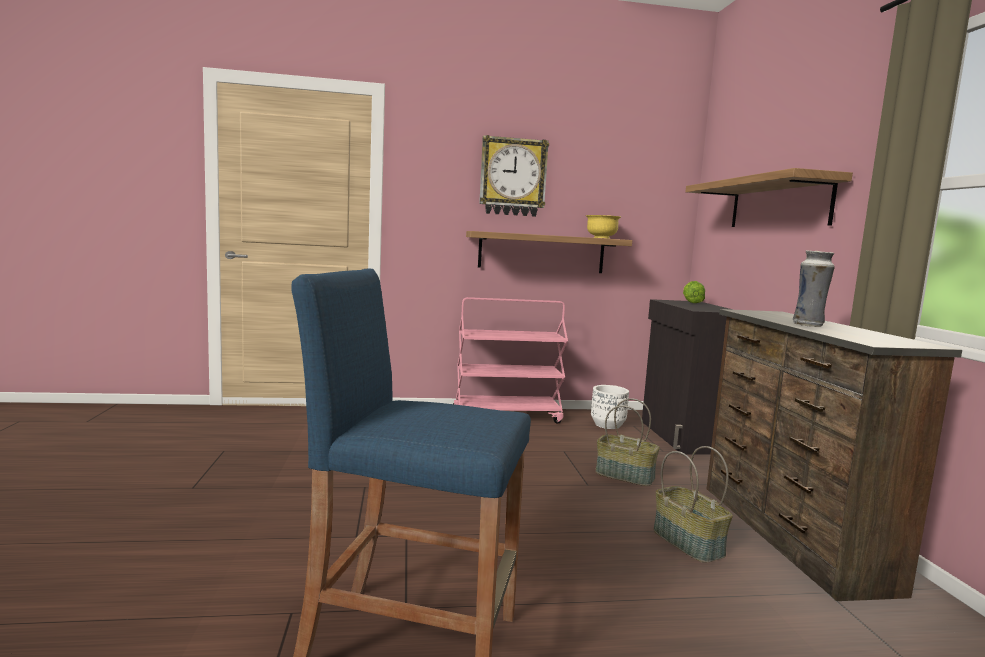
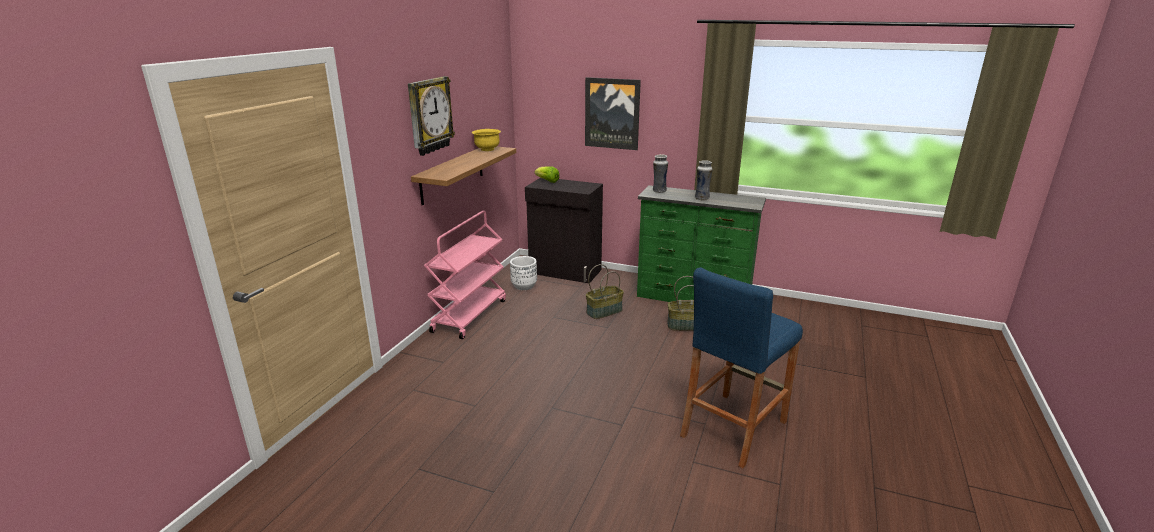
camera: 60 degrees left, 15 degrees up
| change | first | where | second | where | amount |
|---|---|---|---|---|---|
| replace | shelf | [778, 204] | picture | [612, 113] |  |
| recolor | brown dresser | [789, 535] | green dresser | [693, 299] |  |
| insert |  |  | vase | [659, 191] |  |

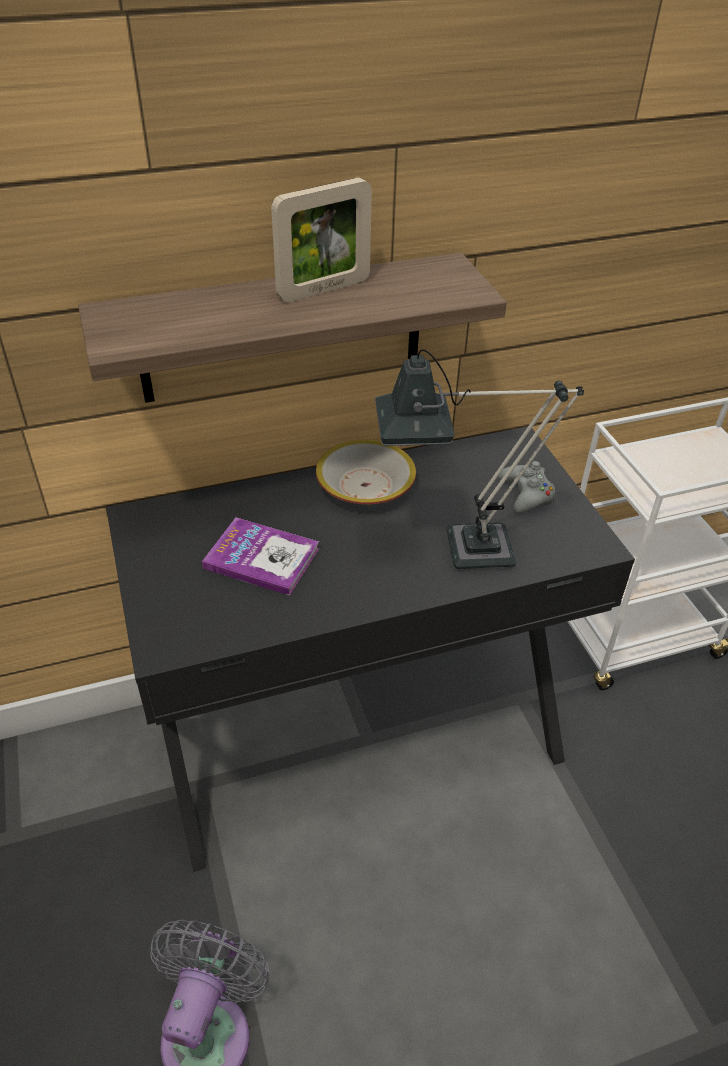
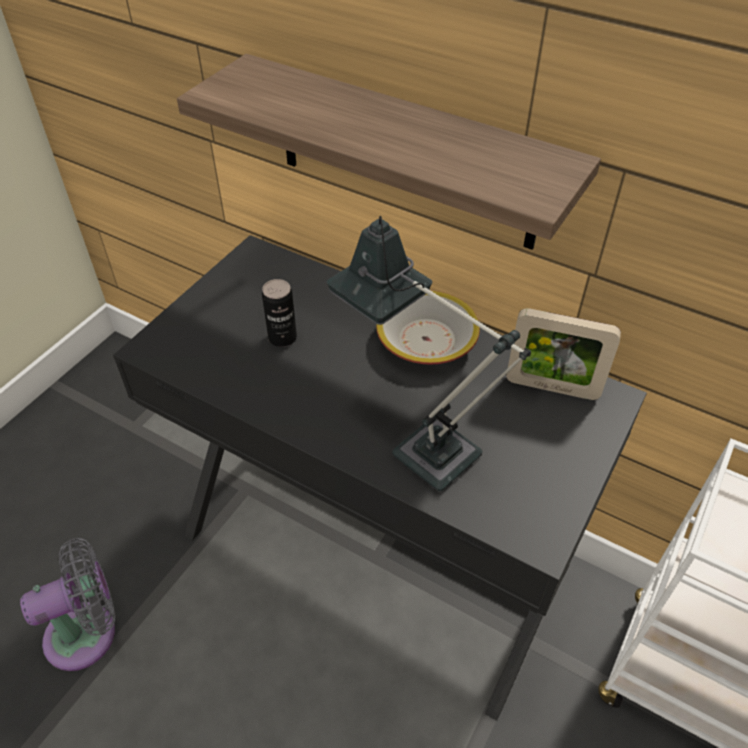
camera: 50 degrees right, 5 degrees up
| change | first | where | second | where | amount |
|---|---|---|---|---|---|
| move | picture frame | [324, 289] |  | [552, 387] |  |
| delete | grey game controller | [526, 494] |  |  |  |
| replace | book | [261, 558] | can | [282, 338] |  |

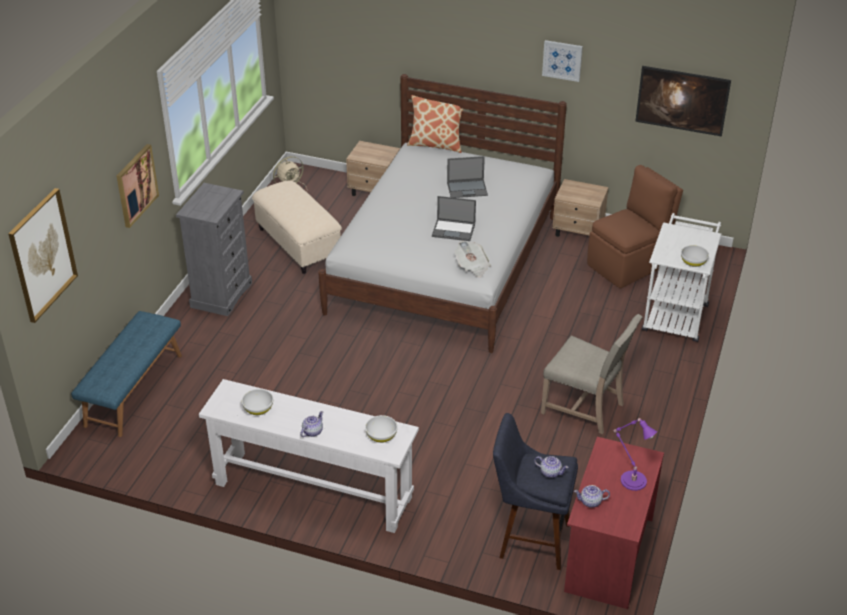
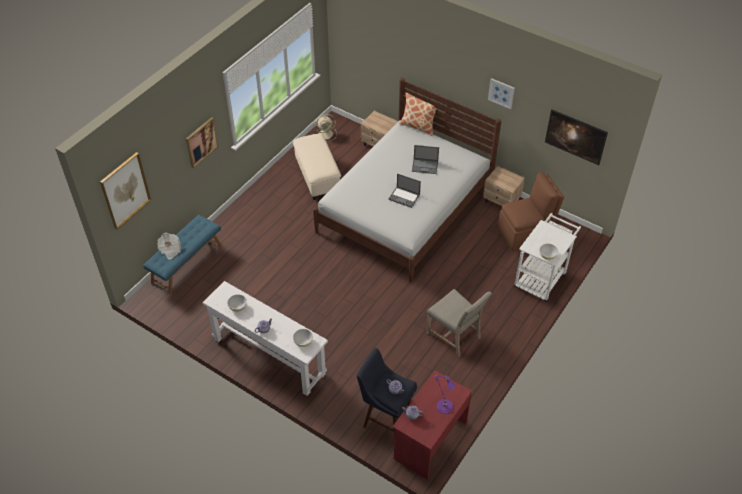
camera: 15 degrees right, 10 degrees up
| change | first | where | second | where | amount |
|---|---|---|---|---|---|
| delete | grey dresser | [221, 295] |  |  |  |
| move | newspaper | [472, 266] |  | [170, 250] |  |

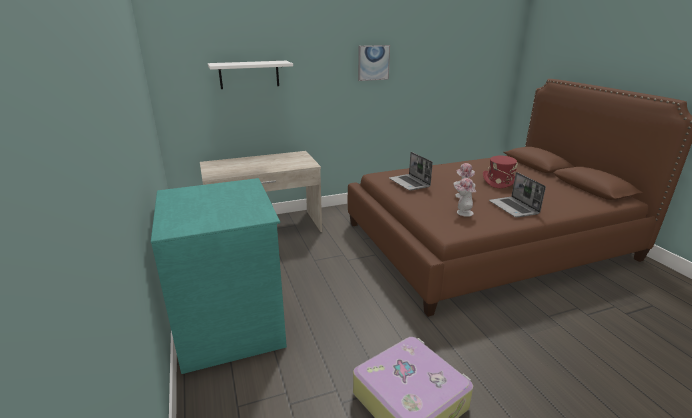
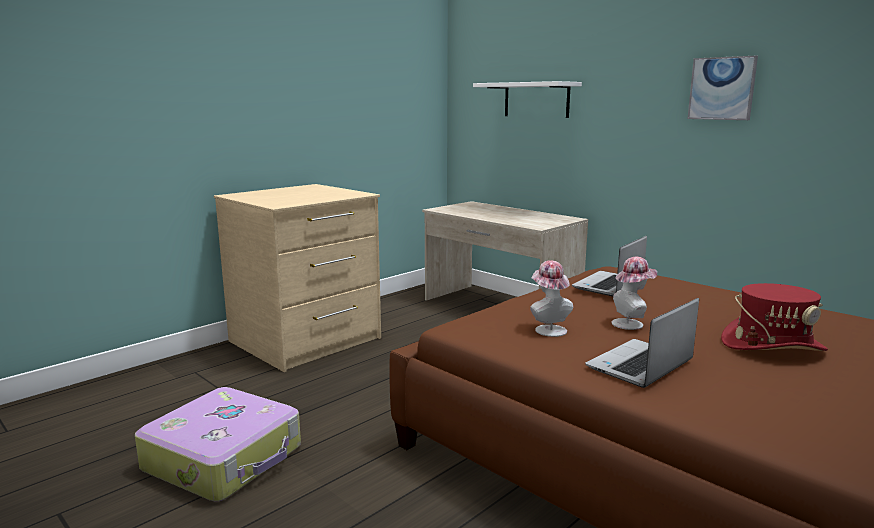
camera: 65 degrees right, 10 degrees down
| change | first | where | second | where | amount |
|---|---|---|---|---|---|
| recolor | turquoise dresser | [232, 324] | beige dresser | [306, 340] |  |

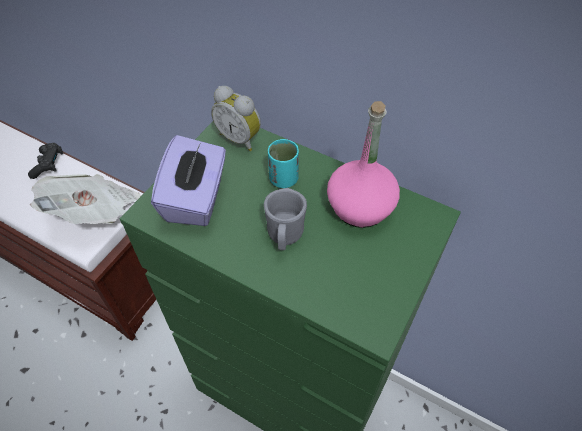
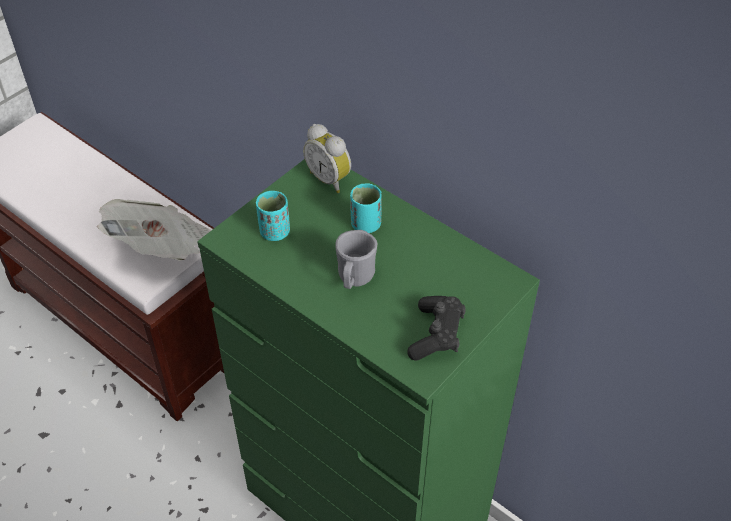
camera: 10 degrees right, 5 degrees down
| change | first | where | second | where | amount |
|---|---|---|---|---|---|
| delete | pink bottle | [360, 207] |  |  |  |
| replace | purple tissue box | [196, 198] | turquoise cup | [274, 232] |  |
| move | black game controller | [48, 165] |  | [436, 335] |  |

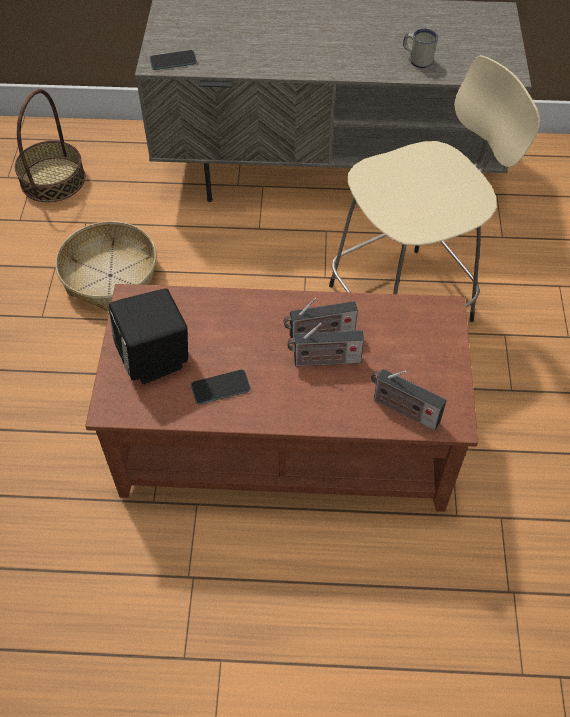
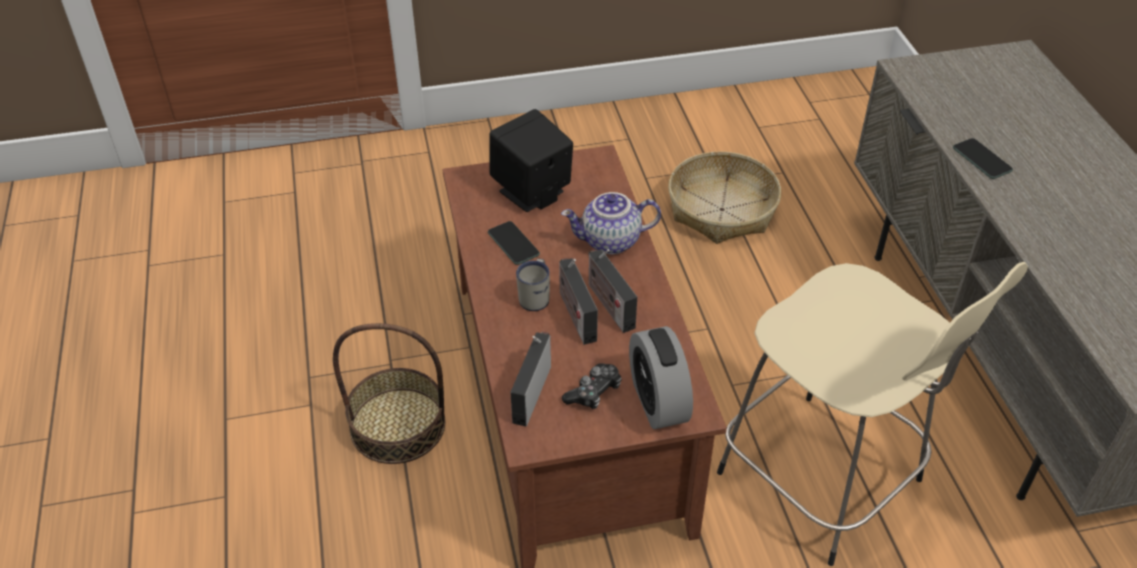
camera: 75 degrees right, 10 degrees down
| change | first | where | second | where | amount |
|---|---|---|---|---|---|
| move | white mug | [417, 60] |  | [536, 296] |  |
| move | phone | [173, 61] |  | [982, 159] |  |
| move | basket | [52, 179] |  | [398, 425] |  |
| insert |  |  | teapot | [610, 242] |  |
| insert |  |  | alarm clock | [658, 401] |  |
| insert |  |  | game controller | [594, 392] |  |

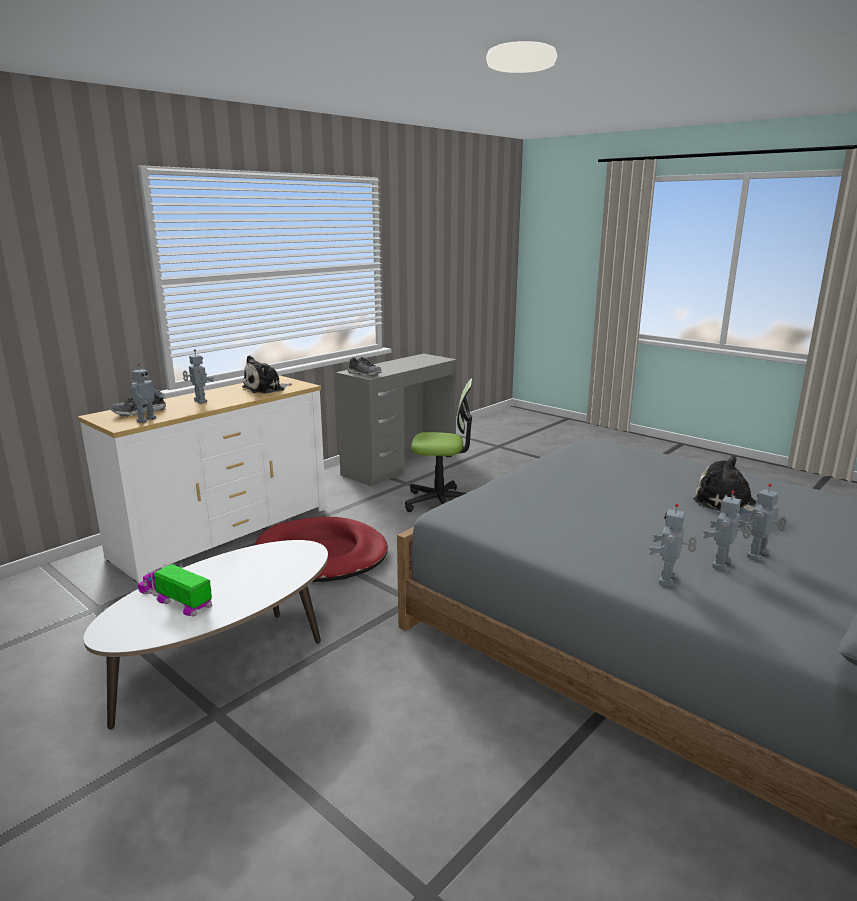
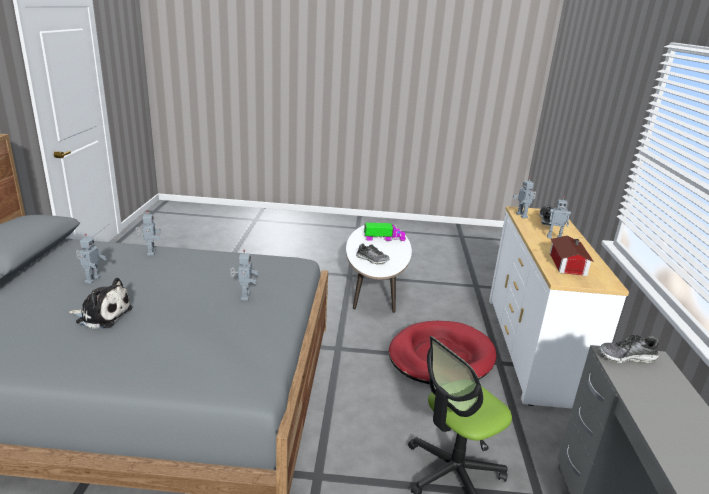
camera: 140 degrees right, 5 degrees up
| change | first | where | second | where | amount |
|---|---|---|---|---|---|
| replace | plush toy | [266, 389] | toy house | [566, 264] |  |
| move | toy robot | [722, 565] |  | [244, 296] |  |
| insert |  |  | shoe | [372, 260] |  |

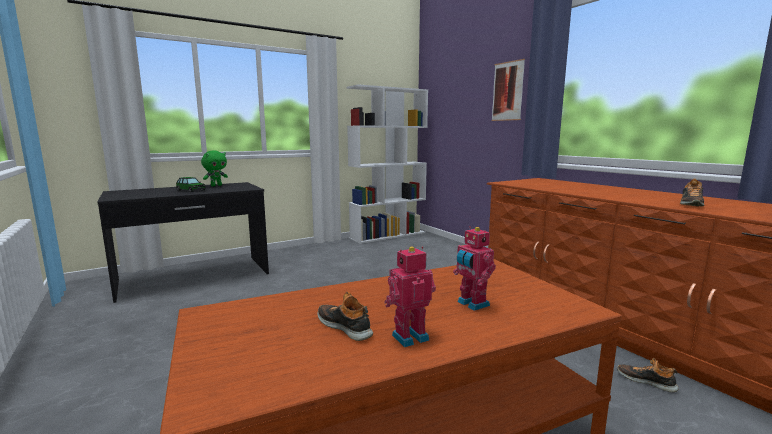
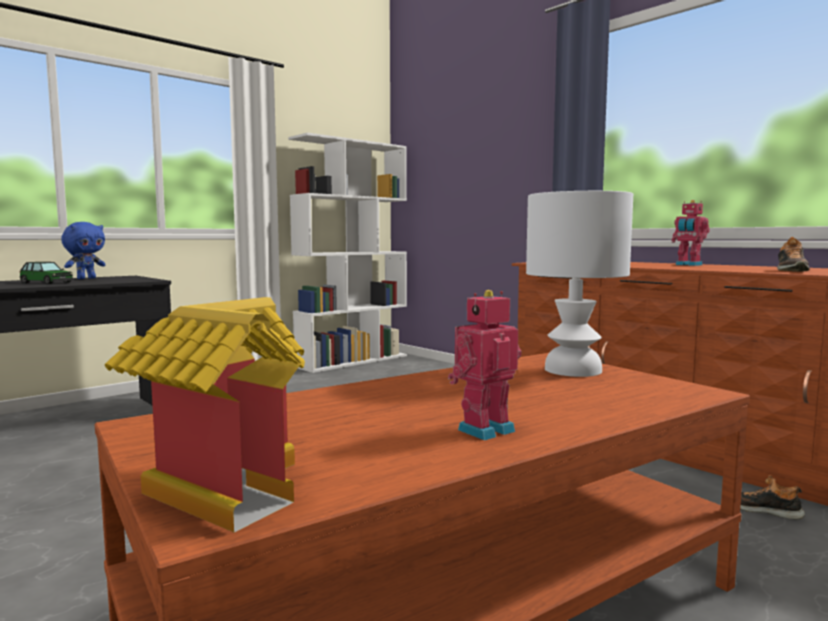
camera: 10 degrees left, 5 degrees down
| change | first | where | second | where | amount |
|---|---|---|---|---|---|
| delete | picture | [507, 91] |  |  |  |
| recolor | green plush toy | [216, 185] | blue plush toy | [86, 278] |  |
| move | toy robot | [471, 304] |  | [688, 265] |  |
| delete | shoe | [345, 327] |  |  |  |
| insert |  |  | white table lamp | [574, 370] |  |
| insert |  |  | toy house | [220, 485] |  |

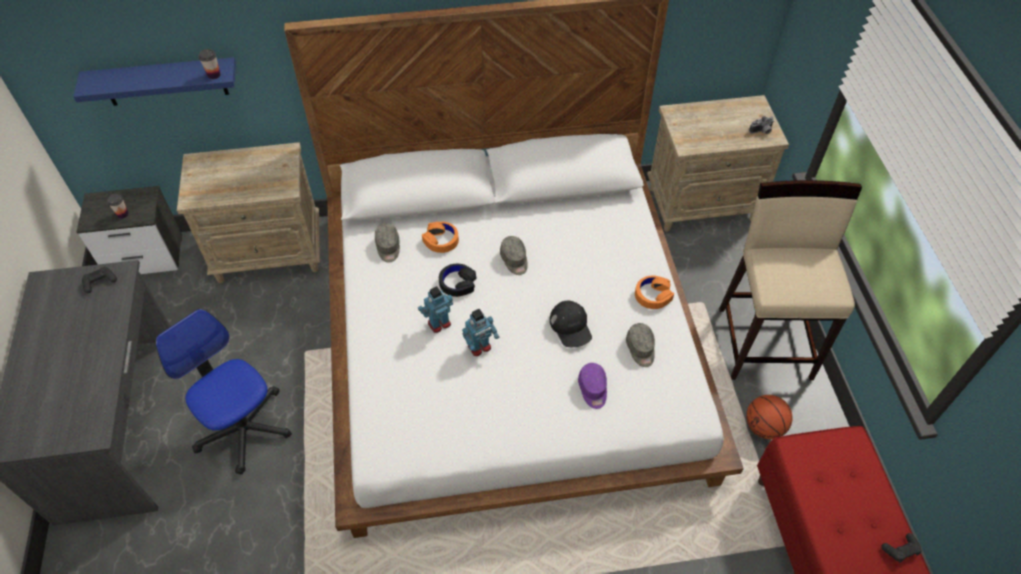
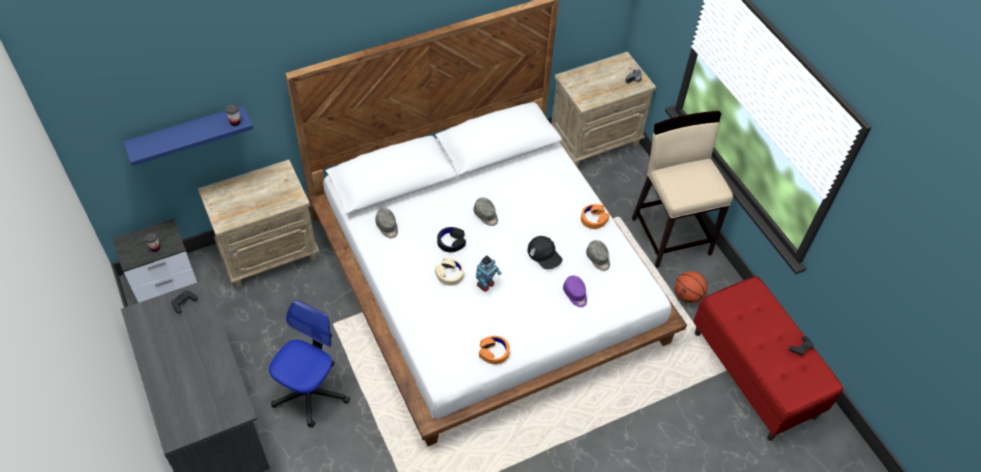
camera: 20 degrees left, 0 degrees up
| change | first | where | second | where | amount |
|---|---|---|---|---|---|
| move | orange headphones | [441, 240] |  | [494, 352] |  |
| replace | toy robot | [439, 323] | beige headphones | [449, 274] |  |
| rotate | office chair | [244, 428] |  | [310, 392] | 90 degrees clockwise |

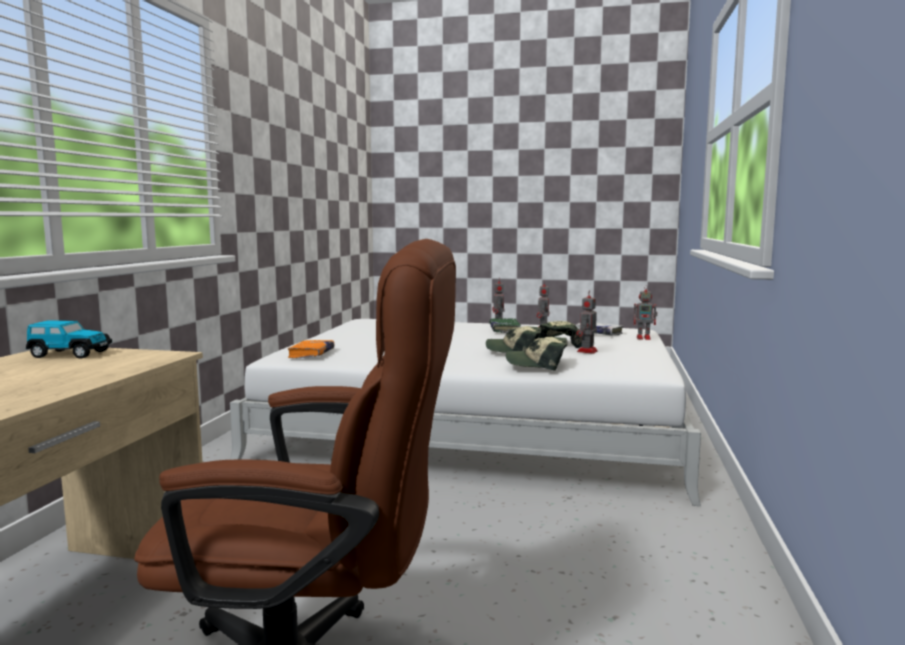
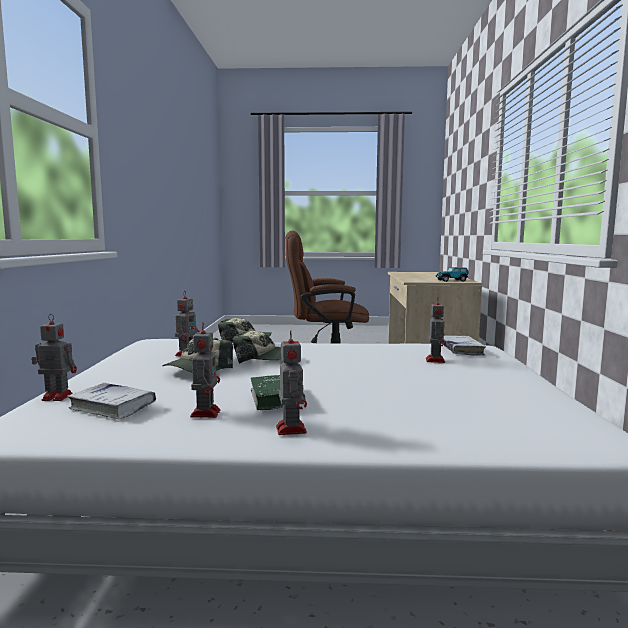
camera: 170 degrees right, 0 degrees up
| change | first | where | second | where | amount |
|---|---|---|---|---|---|
| recolor | orange book | [311, 354] | white book | [461, 350] |  |
| insert |  |  | toy robot | [435, 360] |  |

